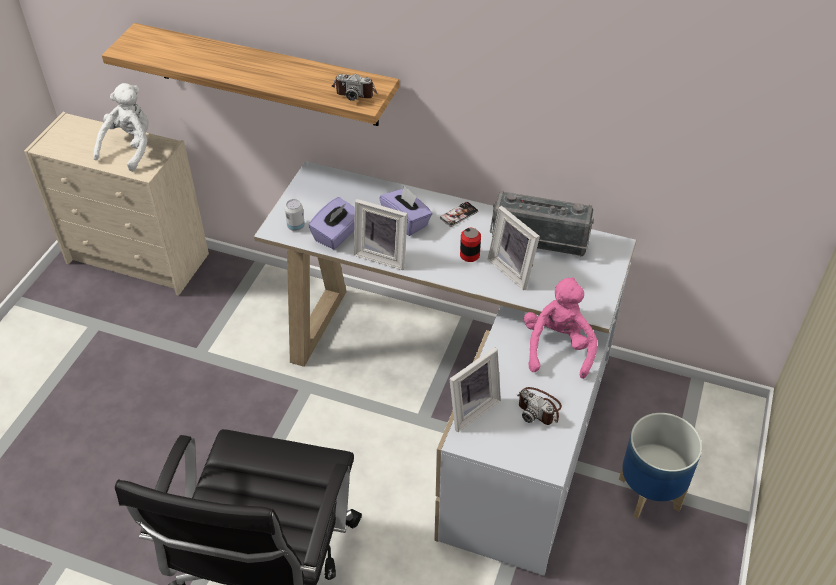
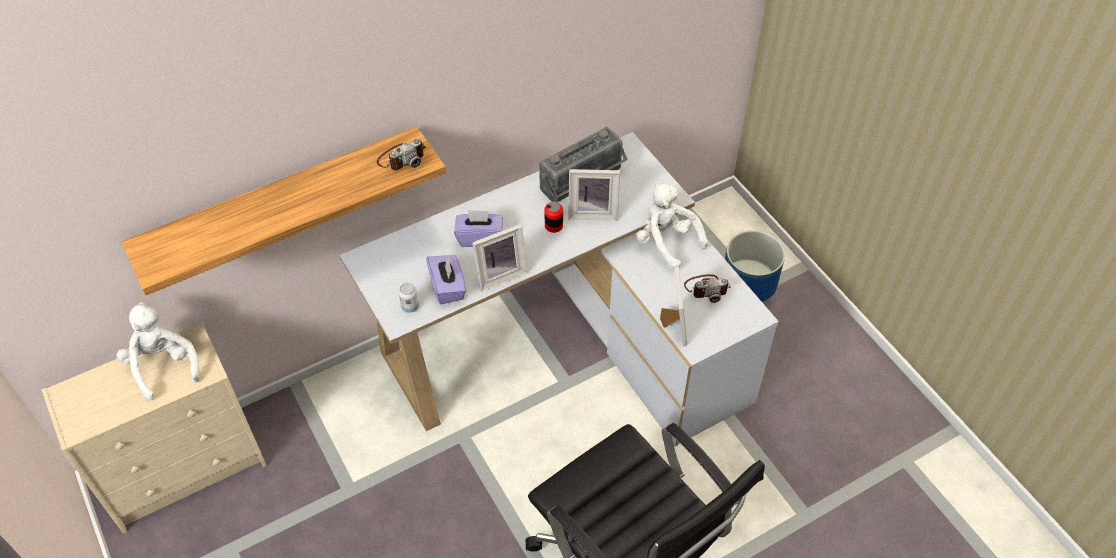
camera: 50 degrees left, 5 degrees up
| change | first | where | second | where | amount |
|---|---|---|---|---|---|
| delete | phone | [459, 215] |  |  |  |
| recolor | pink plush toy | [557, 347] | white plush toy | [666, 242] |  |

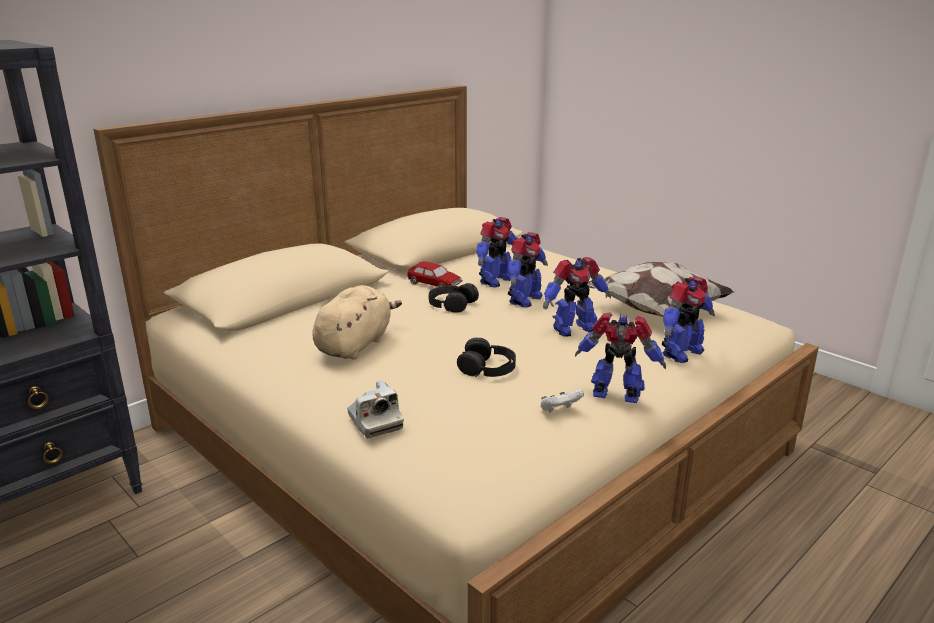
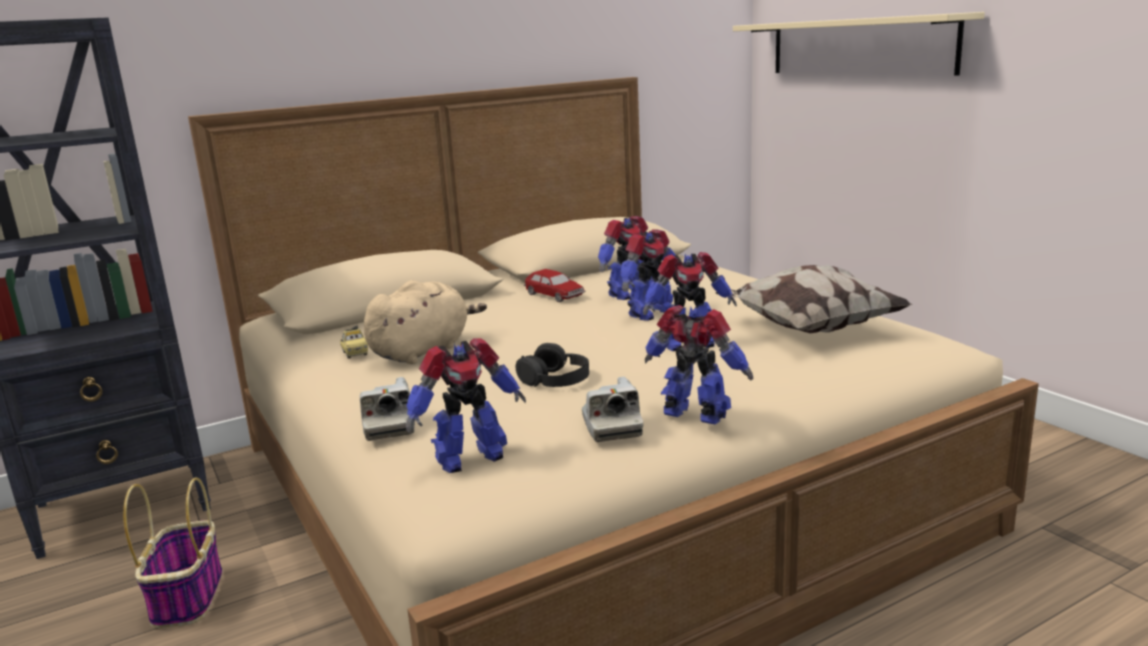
camera: 15 degrees right, 5 degrees down
| change | first | where | second | where | amount |
|---|---|---|---|---|---|
| move | toy robot | [681, 353] |  | [468, 458] |  |
| delete | black headphones | [451, 304] |  |  |  |
| replace | white game controller | [559, 410] | photo camera | [611, 427] |  |
| insert |  |  | beige shelf | [859, 46] |  |
| insert |  |  | toy car | [355, 354] |  |
| insert |  |  | basket | [187, 596] |  |

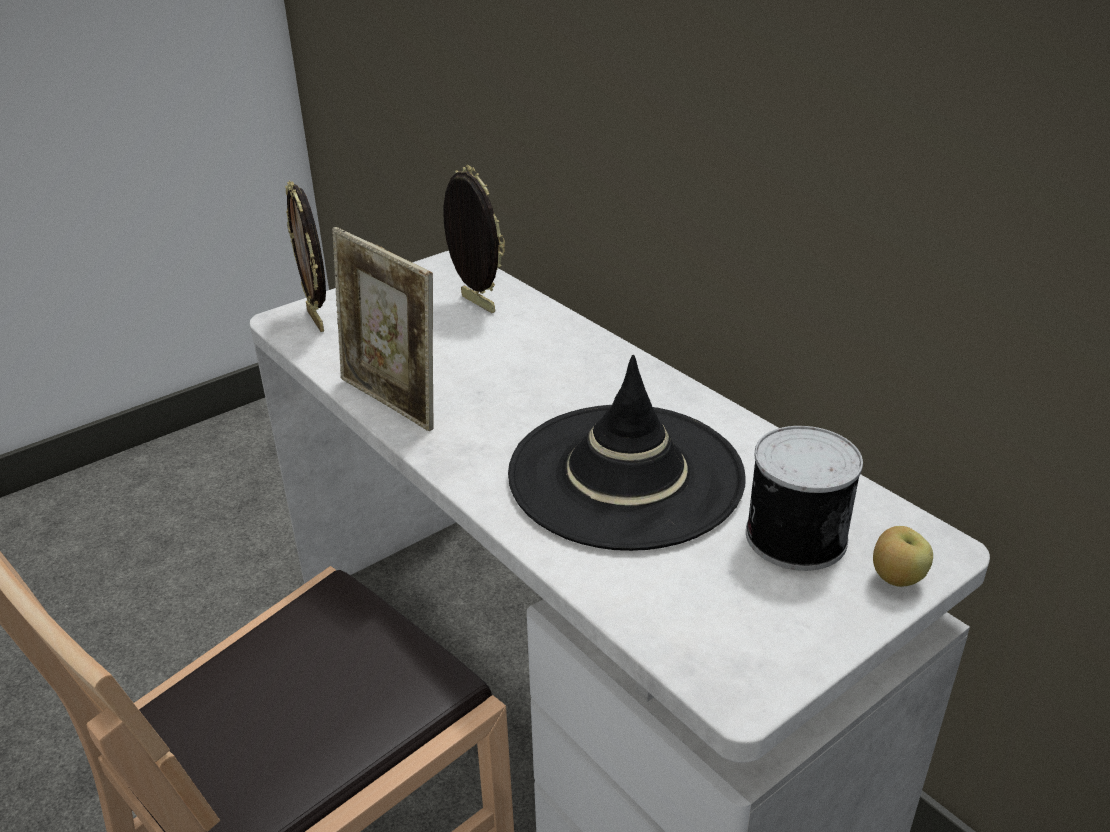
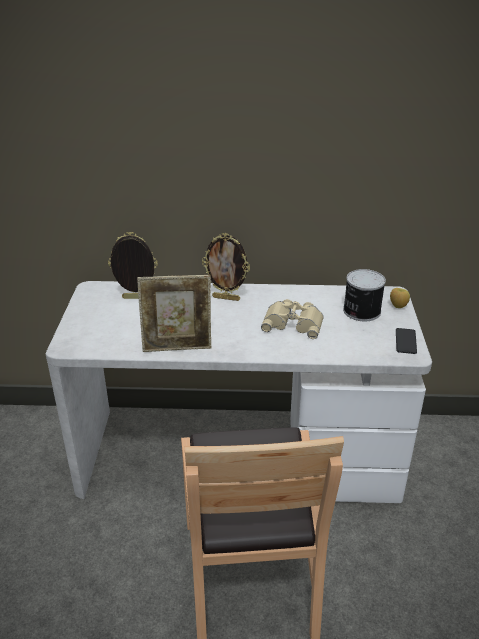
camera: 50 degrees left, 0 degrees up
| change | first | where | second | where | amount |
|---|---|---|---|---|---|
| move | picture frame | [318, 320] |  | [226, 298] |  |
| replace | black hat | [626, 475] | beige binoculars | [293, 322] |  |
| insert |  |  | phone | [405, 341] |  |

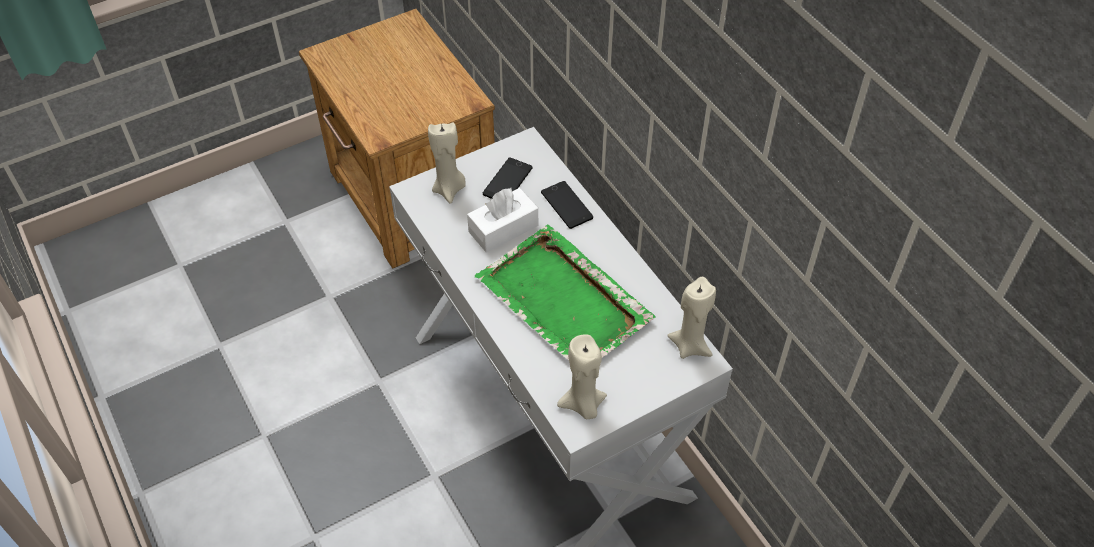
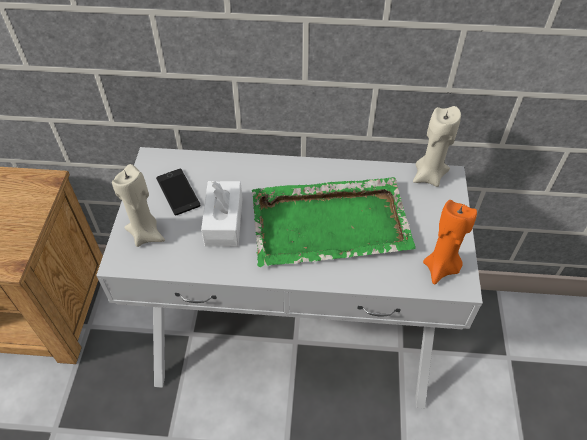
camera: 55 degrees left, 0 degrees up
| change | first | where | second | where | amount |
|---|---|---|---|---|---|
| delete | phone | [567, 205] |  |  |  |
| recolor | beige candle | [583, 405] | orange candle | [441, 268] |  |

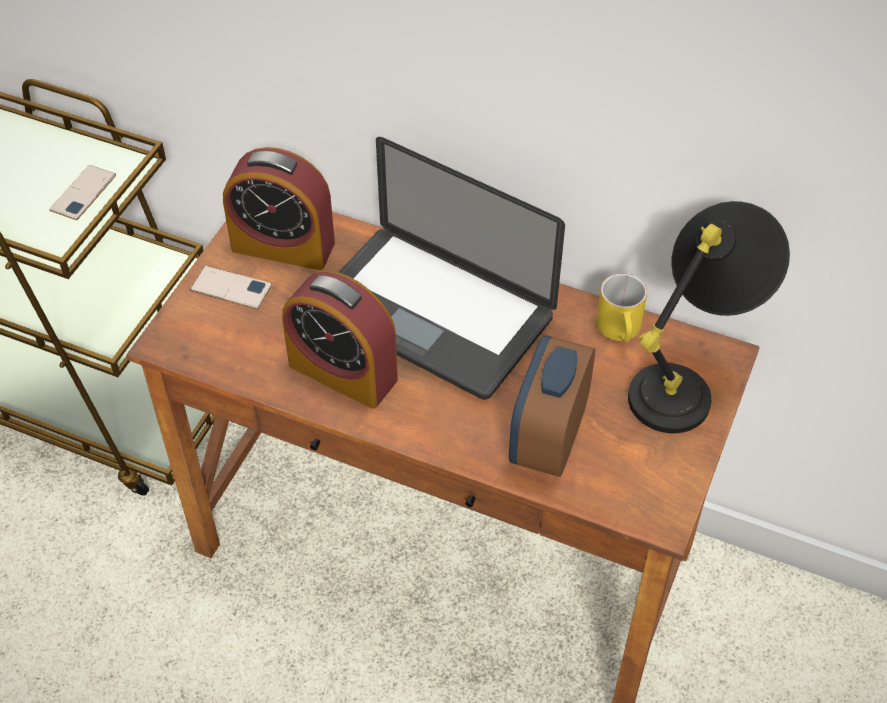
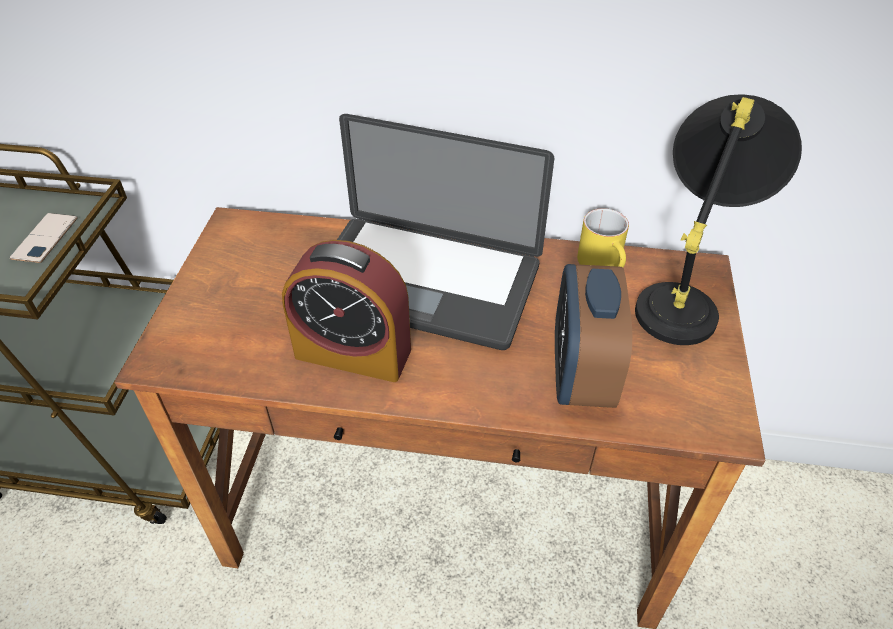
camera: 15 degrees left, 5 degrees down
| change | first | where | second | where | amount |
|---|---|---|---|---|---|
| delete | alarm clock | [283, 246] |  |  |  |
| delete | phone | [231, 288] |  |  |  |

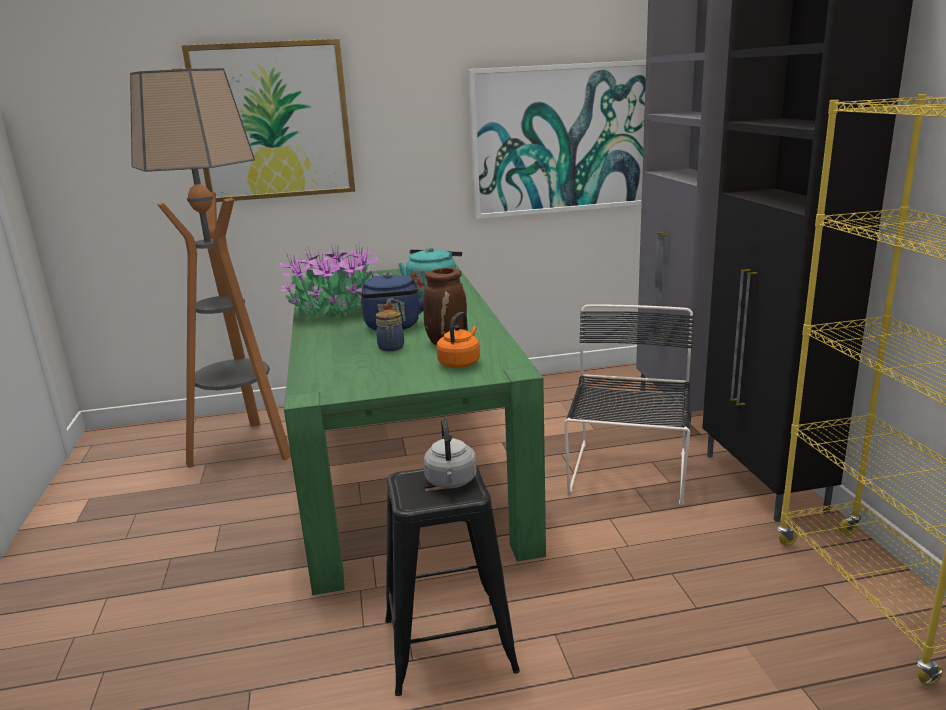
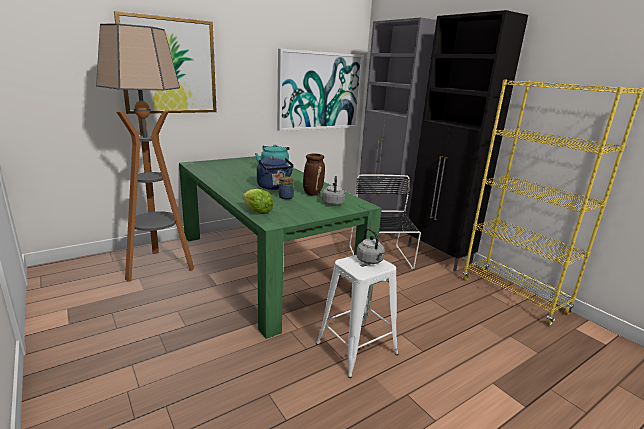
camera: 25 degrees left, 0 degrees up
| change | first | where | second | where | amount |
|---|---|---|---|---|---|
| delete | potted plant | [336, 310] |  |  |  |
| recolor | orange kettle | [460, 363] | grey kettle | [333, 203] |  |
| recolor | black stool | [450, 645] | white stool | [357, 349] |  |
| insert |  |  | lettuce | [257, 211] |  |

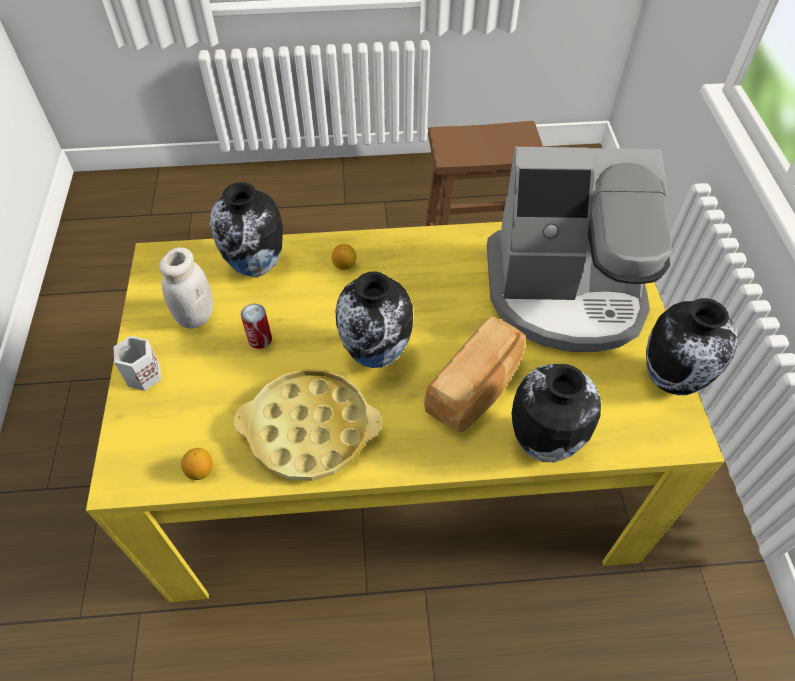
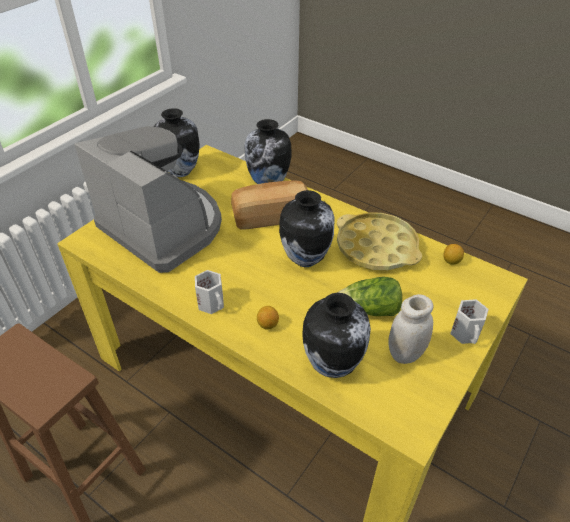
camera: 140 degrees left, 10 degrees down
| change | first | where | second | where | amount |
|---|---|---|---|---|---|
| replace | can | [260, 339] | lettuce | [369, 310] |  |
| insert |  |  | white mug | [212, 303] |  |

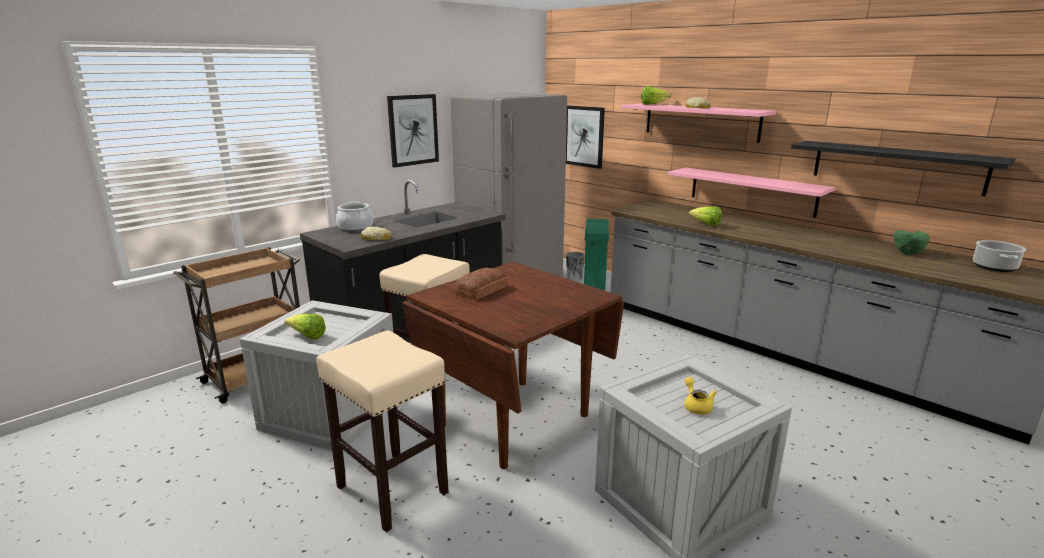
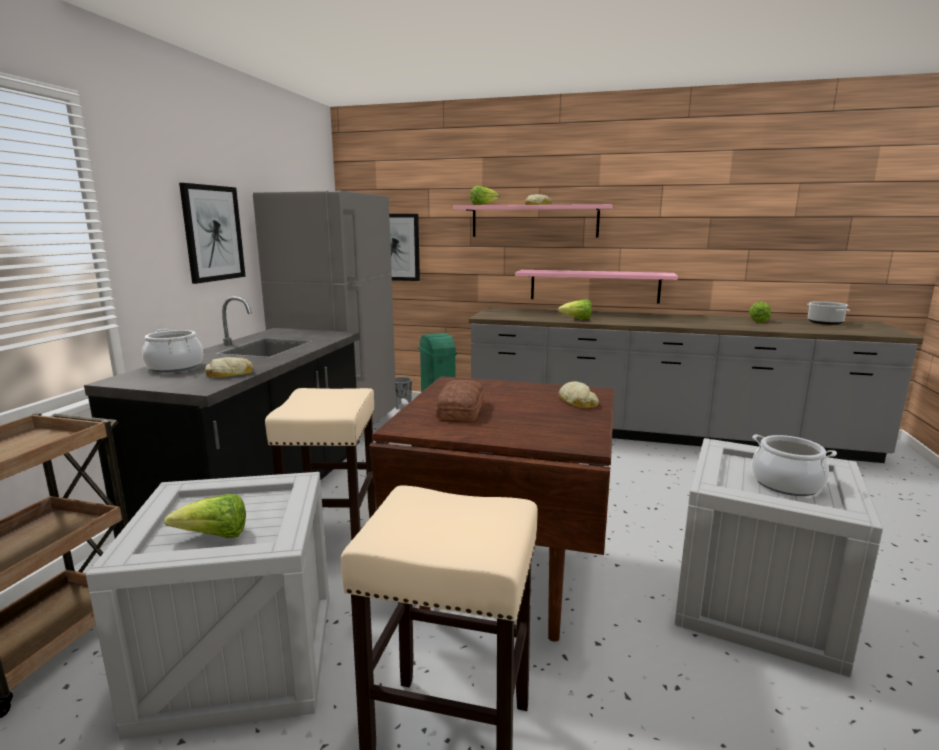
camera: 30 degrees left, 5 degrees down
| change | first | where | second | where | amount |
|---|---|---|---|---|---|
| delete | black shelf | [896, 166] |  |  |  |
| replace | green bowl | [906, 253] | lettuce | [757, 321] |  |
| replace | yellow teapot | [696, 406] | cooking pot | [786, 484] |  |
| insert |  |  | bread | [577, 401] |  |

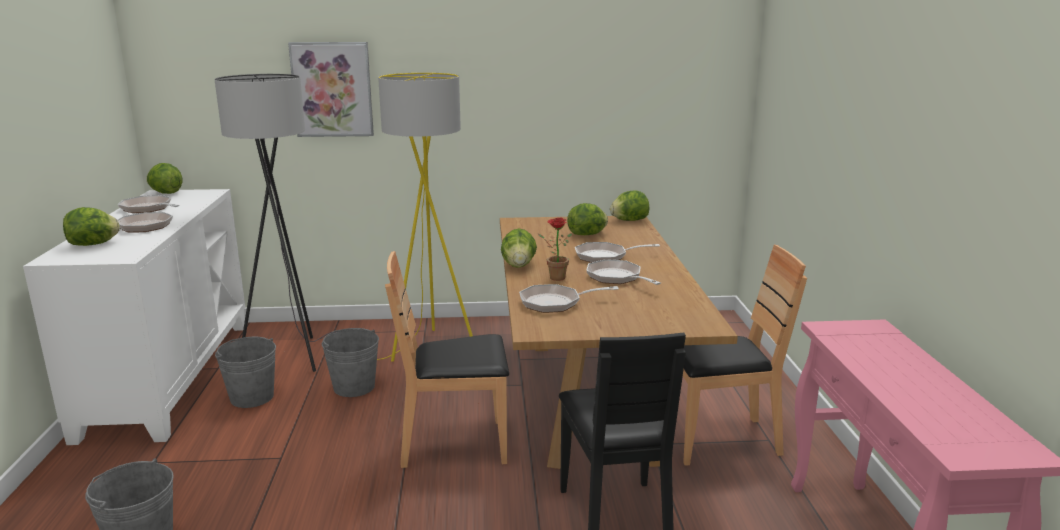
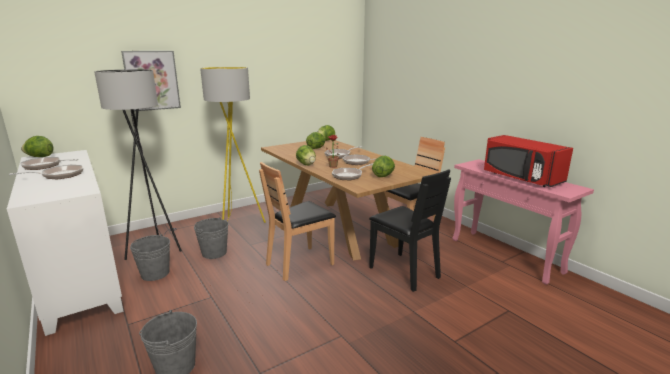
camera: 30 degrees left, 0 degrees up
| change | first | where | second | where | amount |
|---|---|---|---|---|---|
| move | lettuce | [93, 244] |  | [383, 176] |  |
| insert |  |  | red microwave | [520, 178] |  |

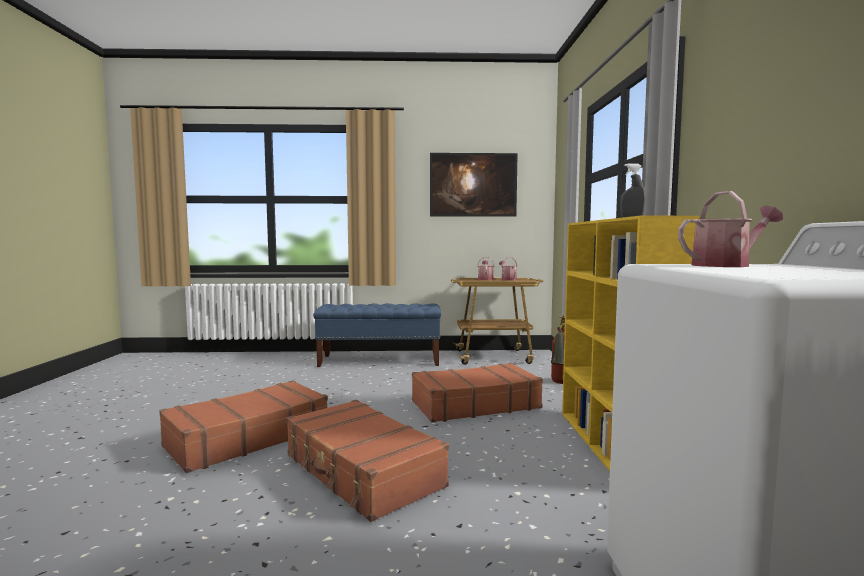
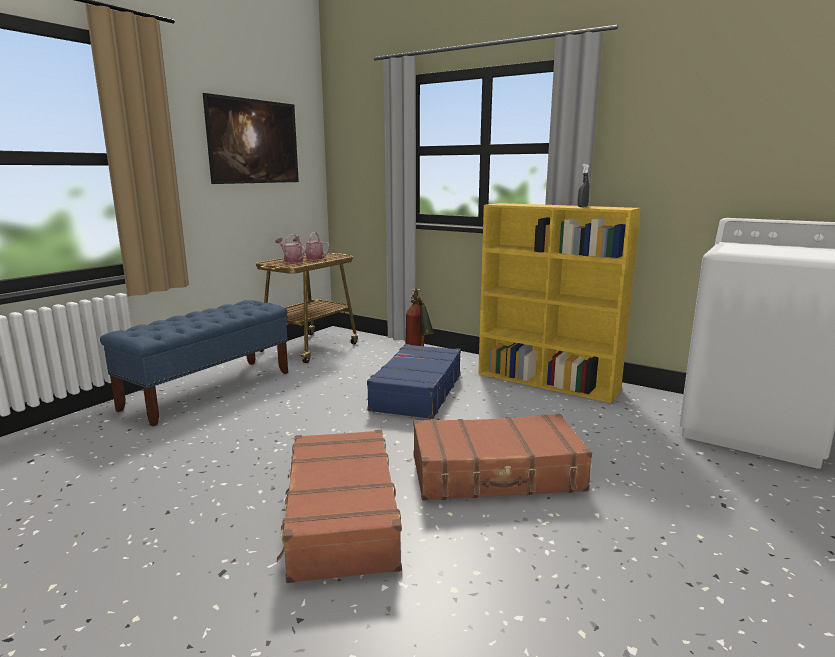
camera: 55 degrees left, 10 degrees up
| change | first | where | second | where | amount |
|---|---|---|---|---|---|
| delete | watering can | [726, 265] |  |  |  |
| recolor | brown suitcase | [474, 404] | blue suitcase | [416, 392] |  |

